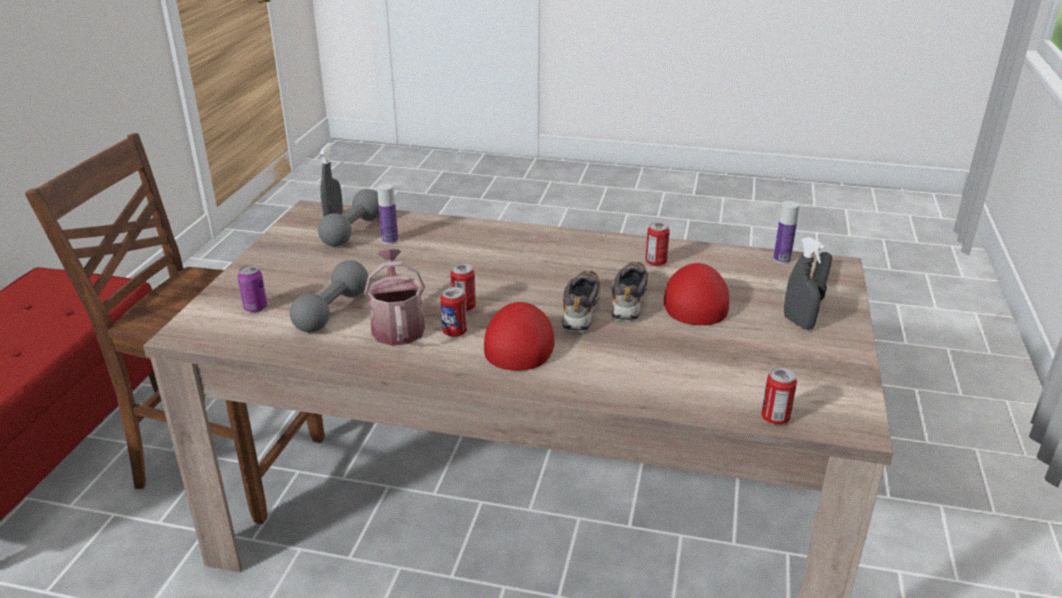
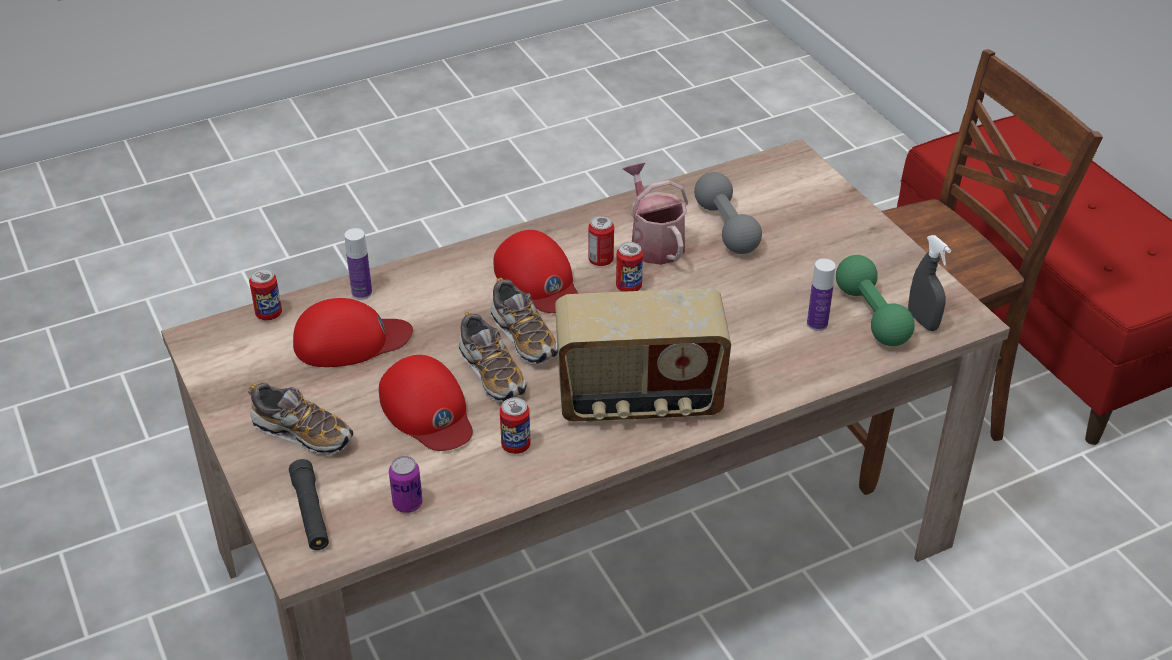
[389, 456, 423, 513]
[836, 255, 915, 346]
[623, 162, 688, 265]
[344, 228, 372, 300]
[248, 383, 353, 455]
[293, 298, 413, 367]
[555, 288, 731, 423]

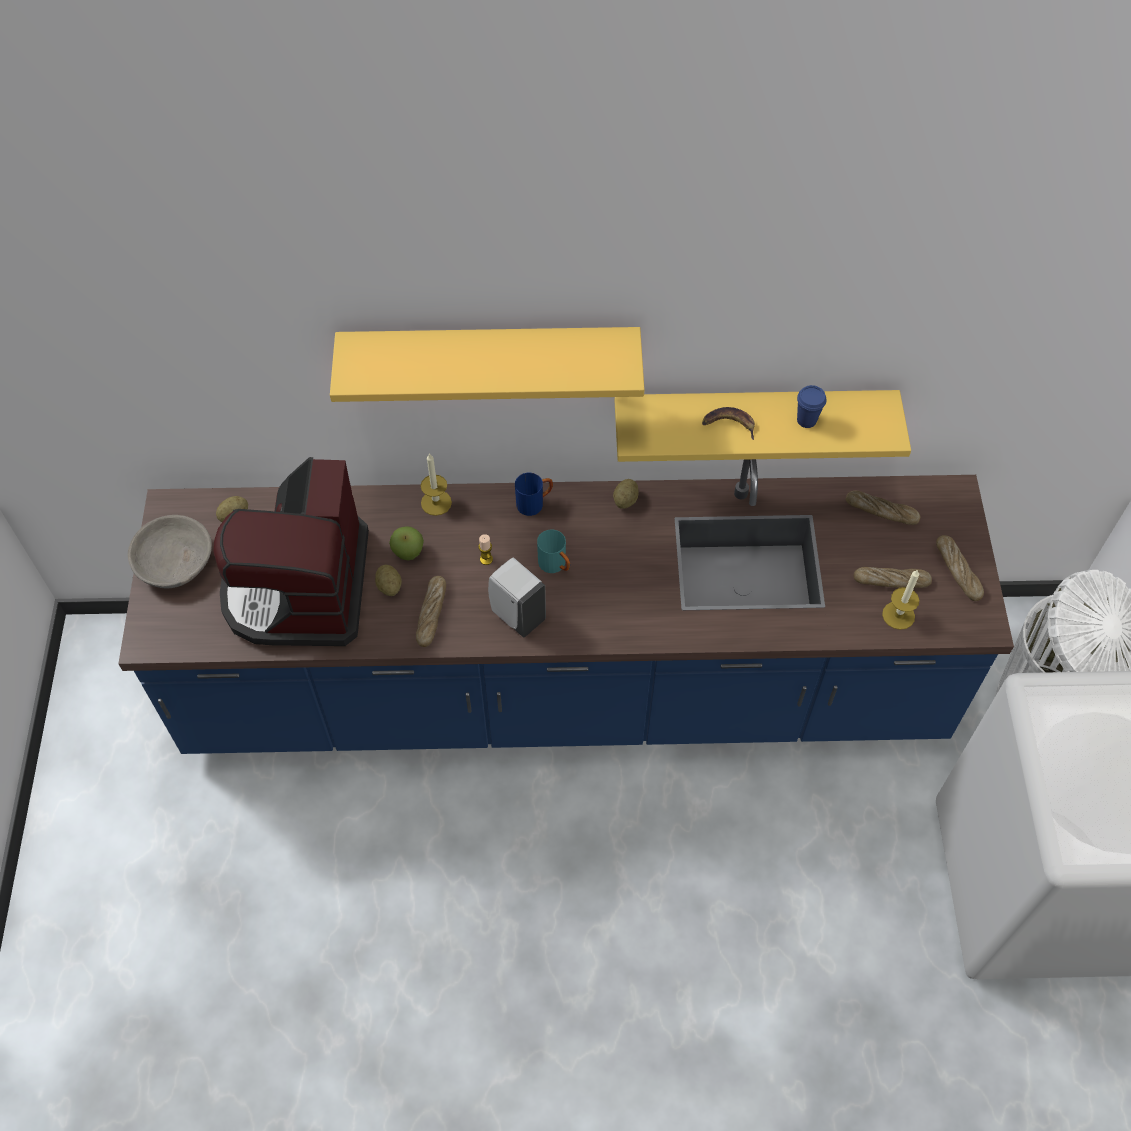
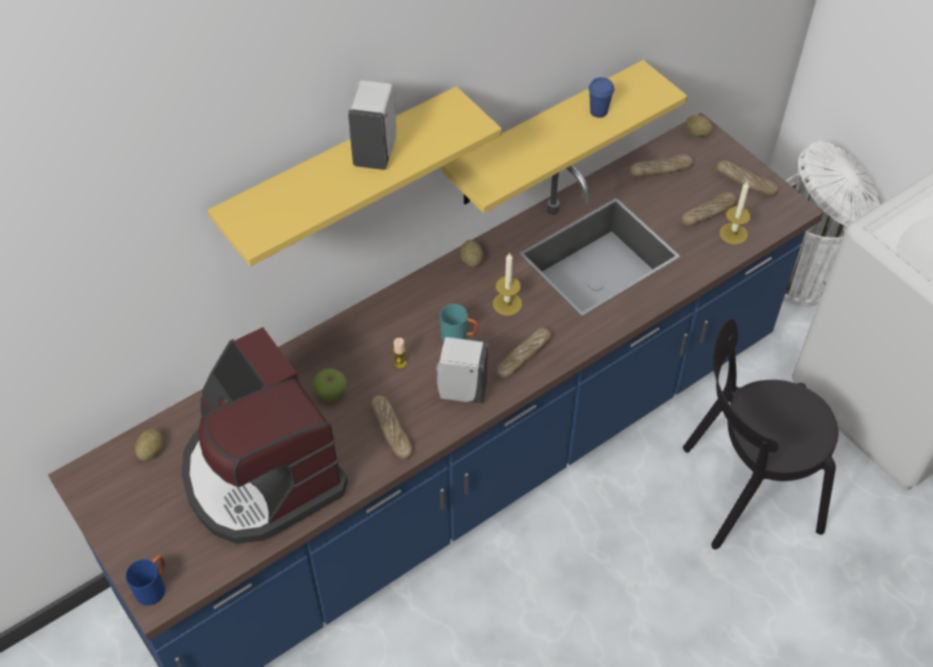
[128, 515, 212, 588] (first image)
[685, 115, 712, 137]
[493, 252, 522, 316]
[125, 555, 165, 606]
[702, 407, 755, 440] (first image)
[348, 80, 396, 170]
[496, 328, 551, 379]
[683, 318, 839, 550]

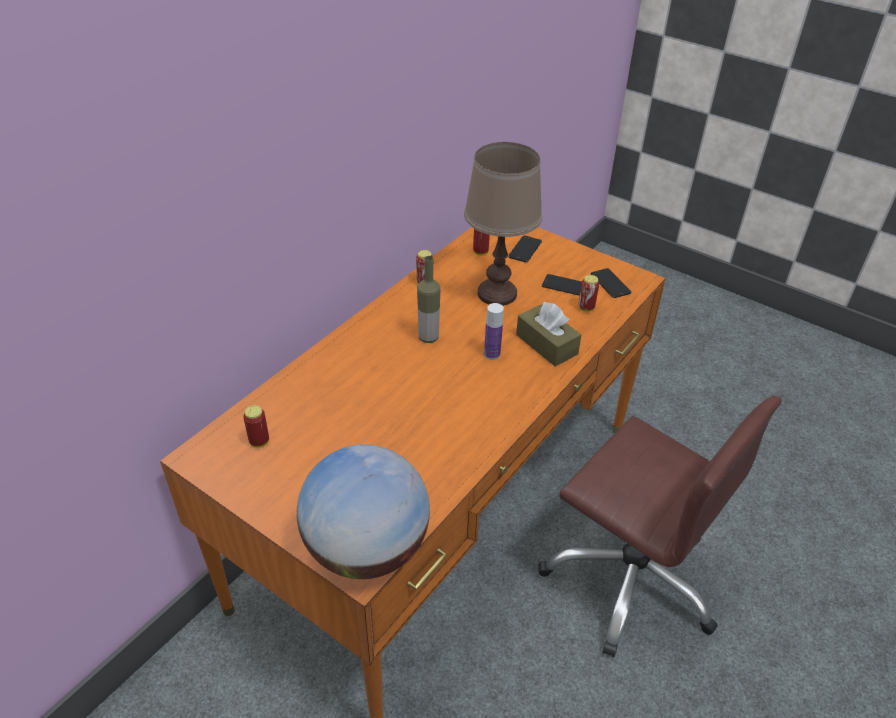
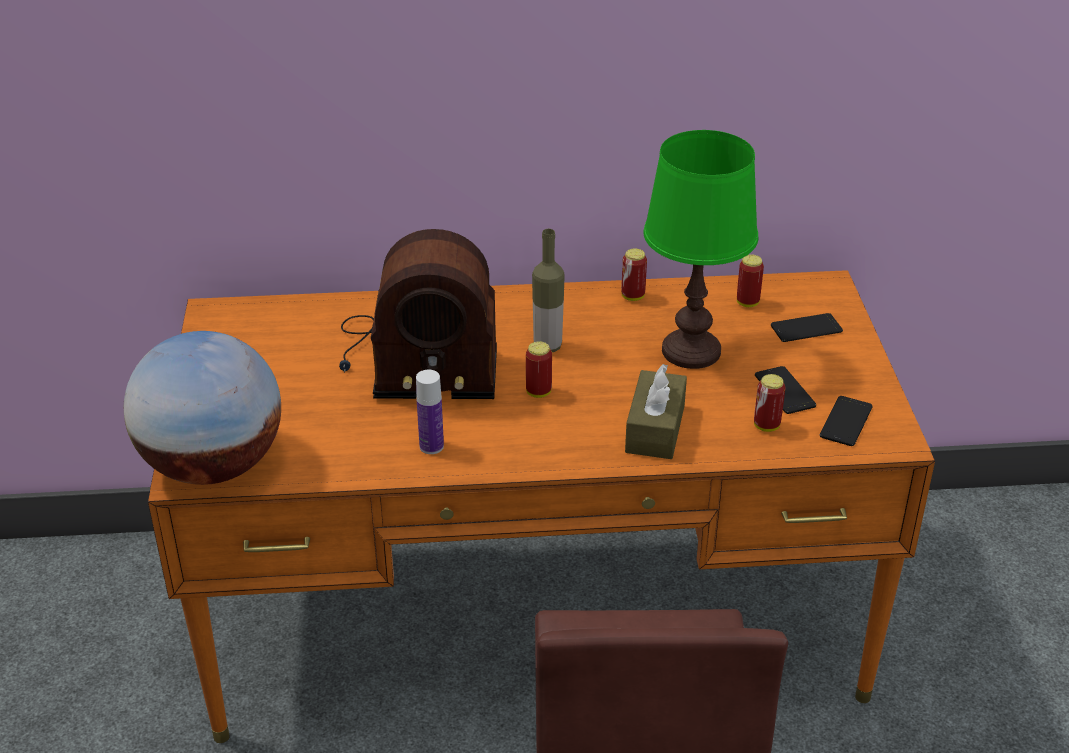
[526, 341, 552, 398]
[644, 130, 758, 369]
[416, 370, 444, 454]
[339, 229, 497, 399]

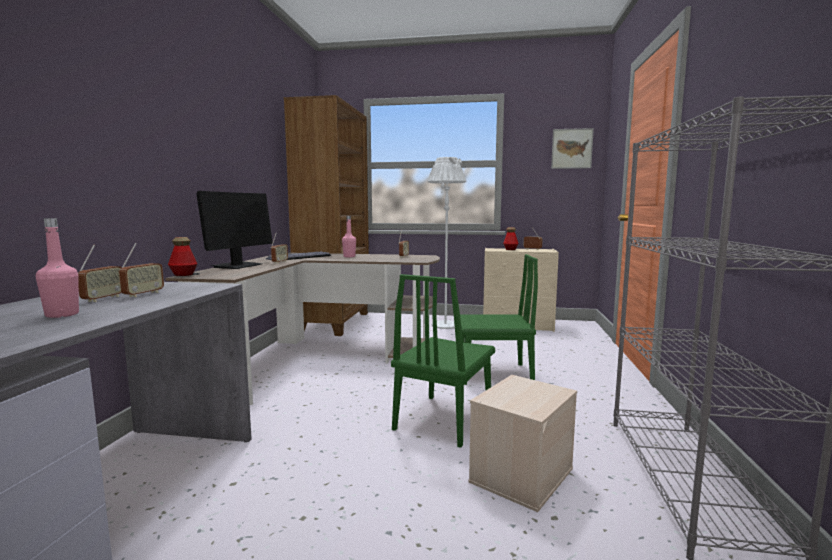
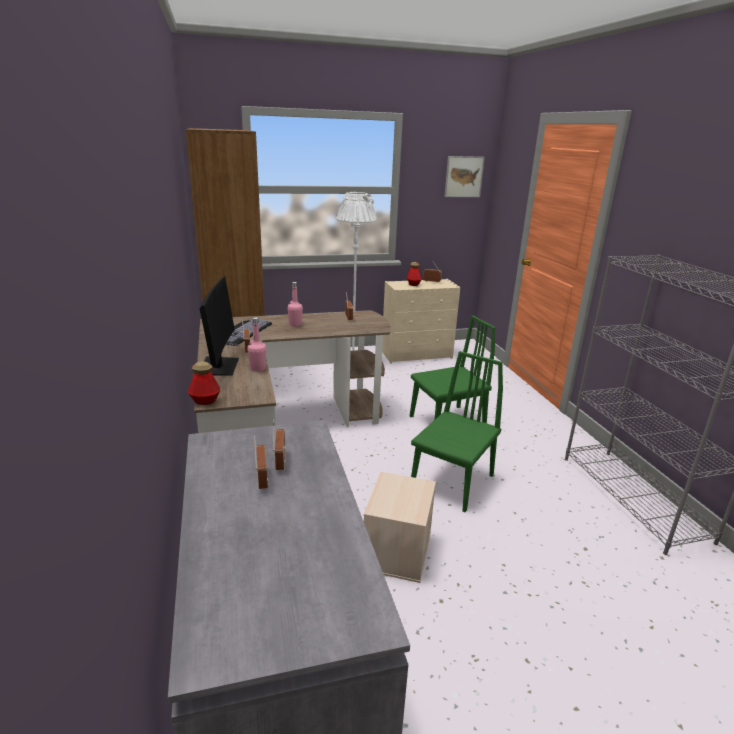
[247, 317, 266, 371]
[411, 351, 503, 512]
[364, 472, 436, 583]

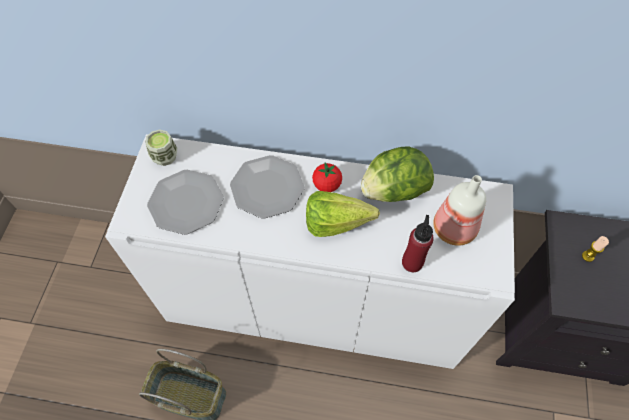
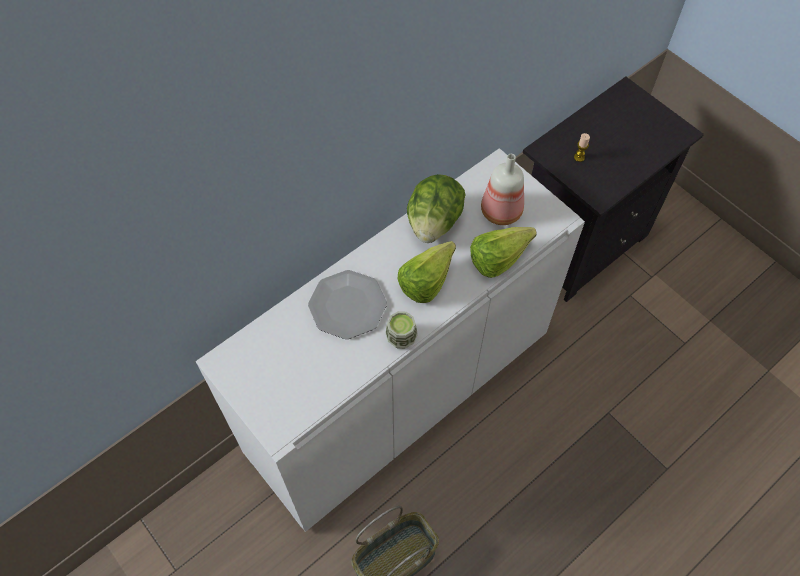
[386, 311, 418, 349]
[147, 170, 224, 235] (first image)
[312, 162, 342, 192] (first image)
[470, 227, 537, 278]

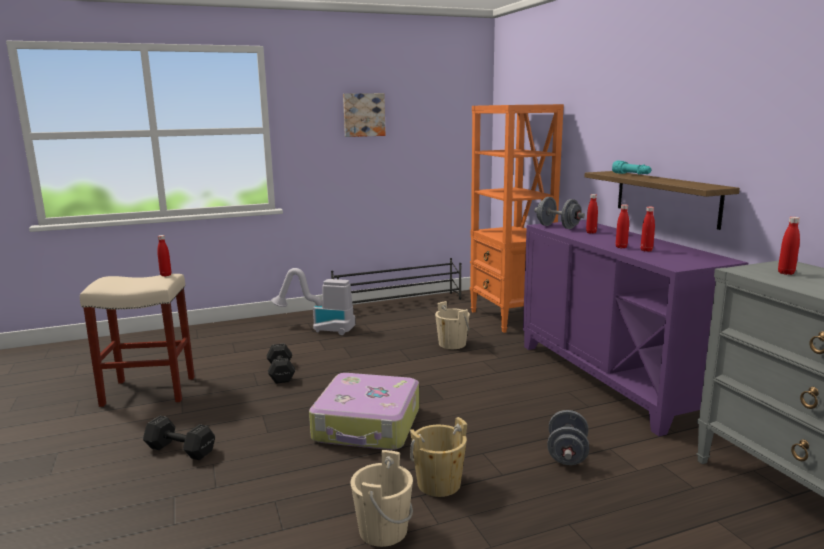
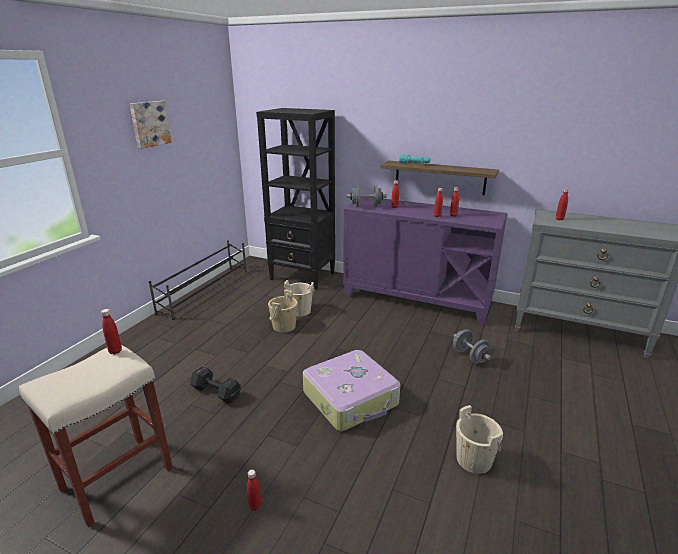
[247, 470, 262, 511]
[271, 268, 355, 335] (first image)
[268, 290, 298, 333]
[256, 108, 335, 290]

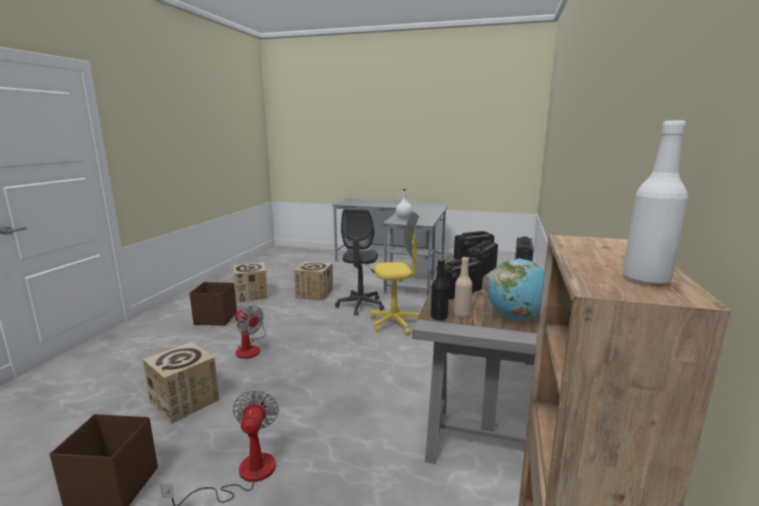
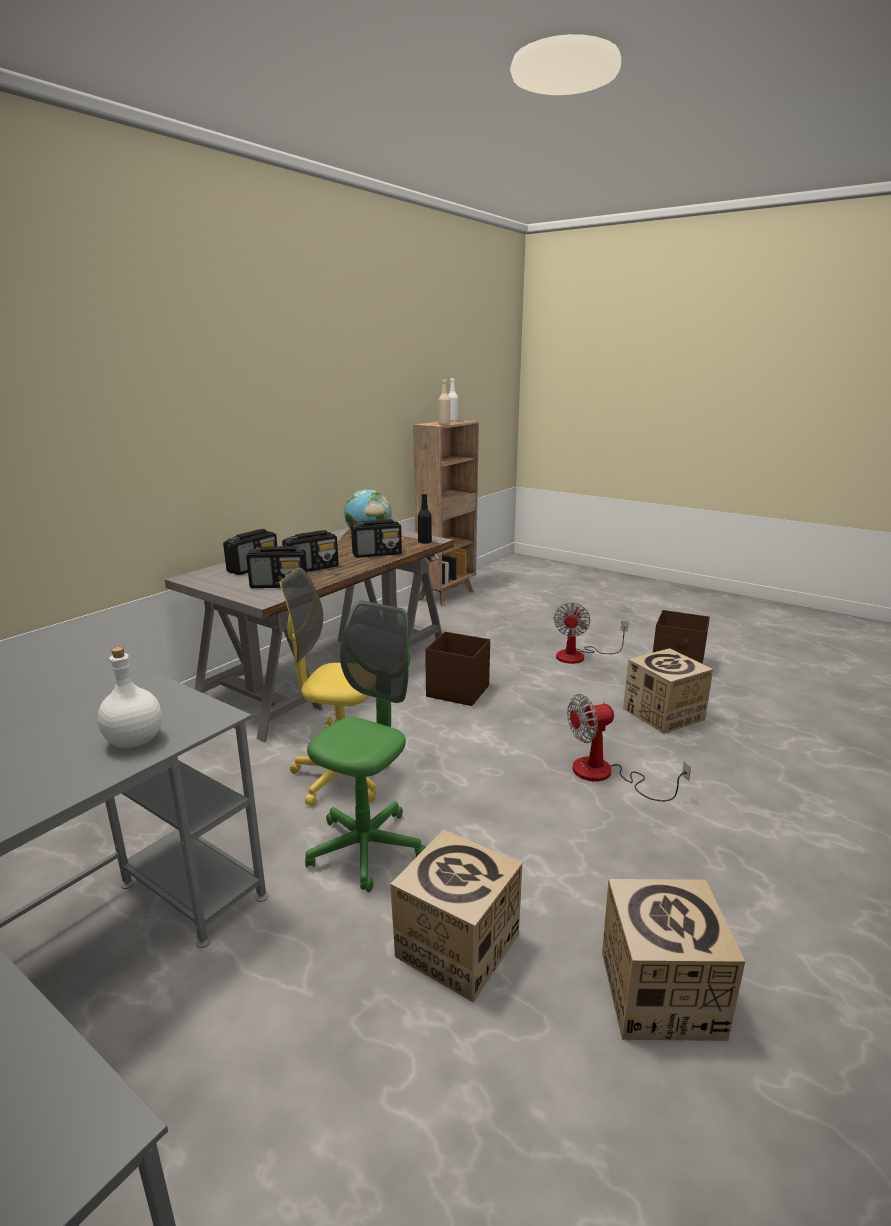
[425, 632, 490, 706]
[567, 694, 691, 801]
[305, 600, 426, 892]
[438, 379, 450, 424]

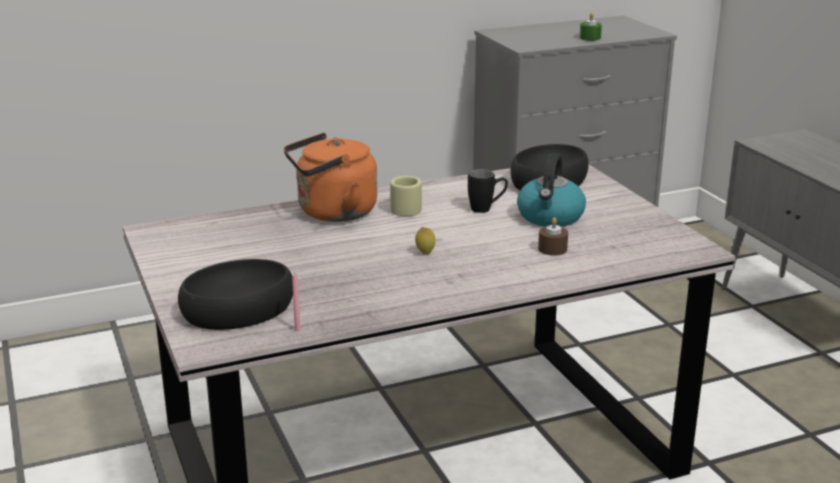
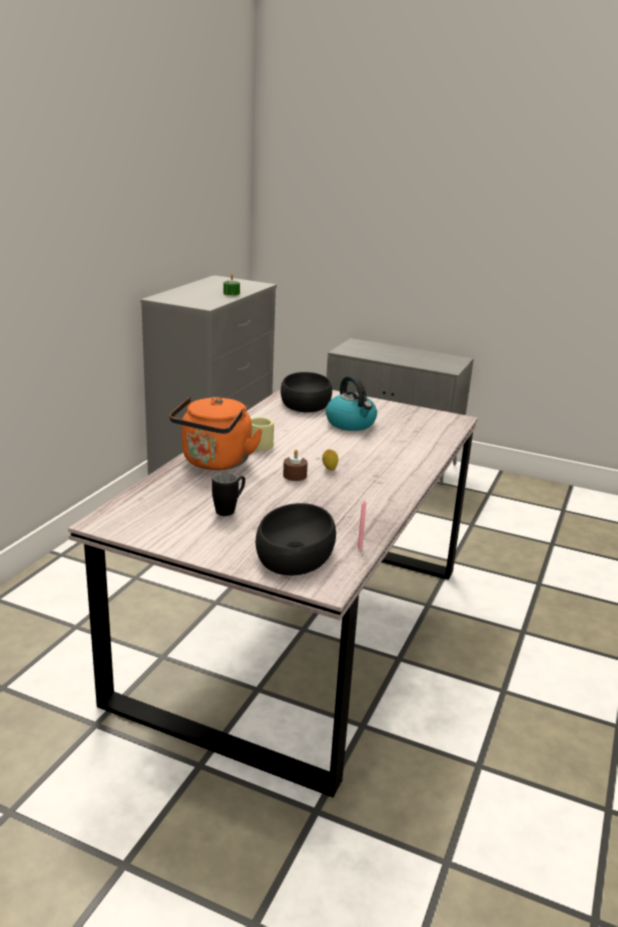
[212, 473, 245, 516]
[283, 450, 308, 481]

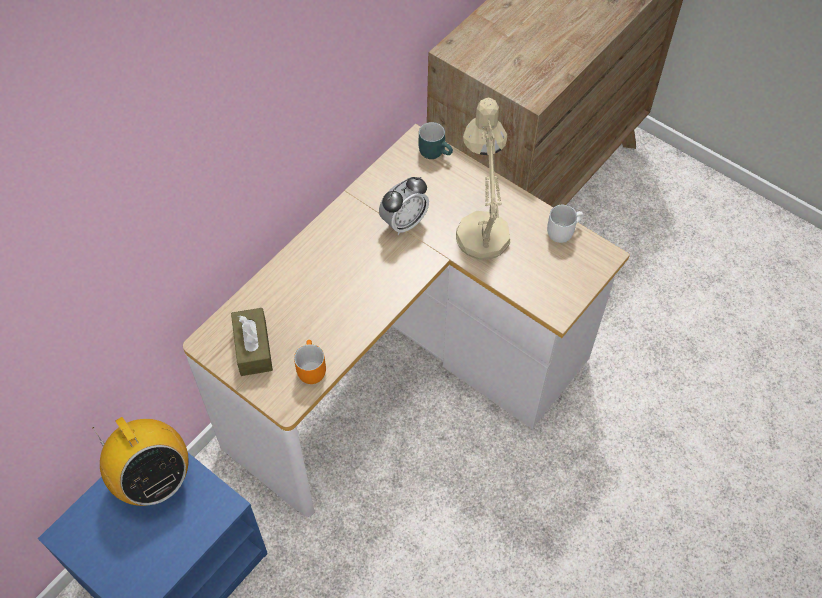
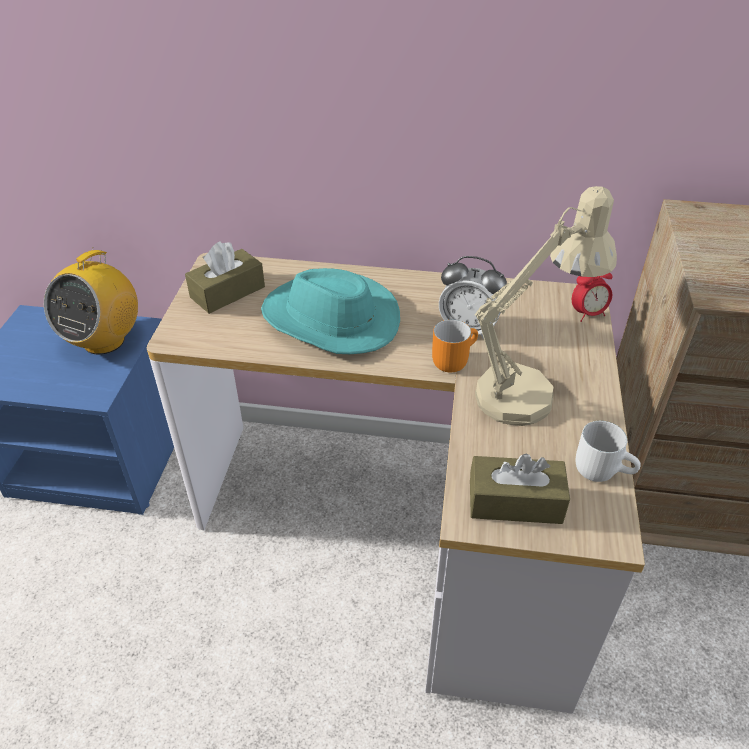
[432, 319, 478, 372]
[572, 273, 612, 322]
[261, 268, 400, 354]
[470, 453, 570, 524]

